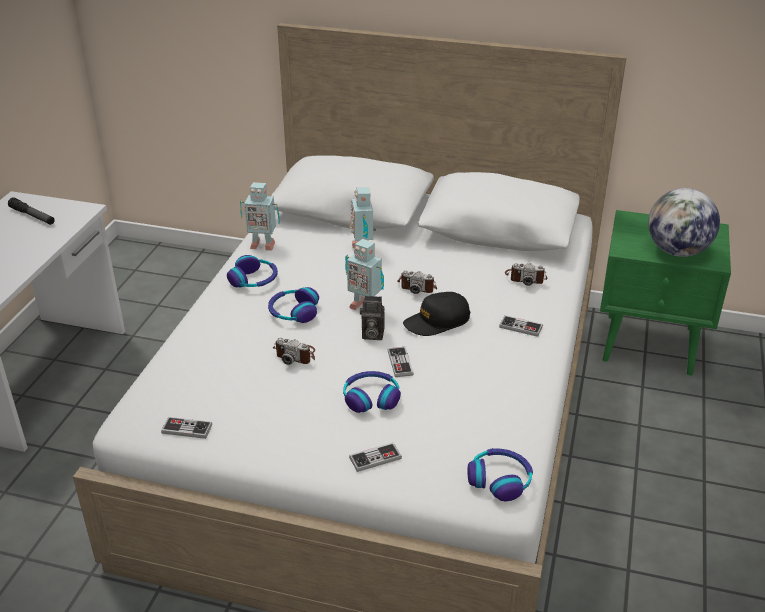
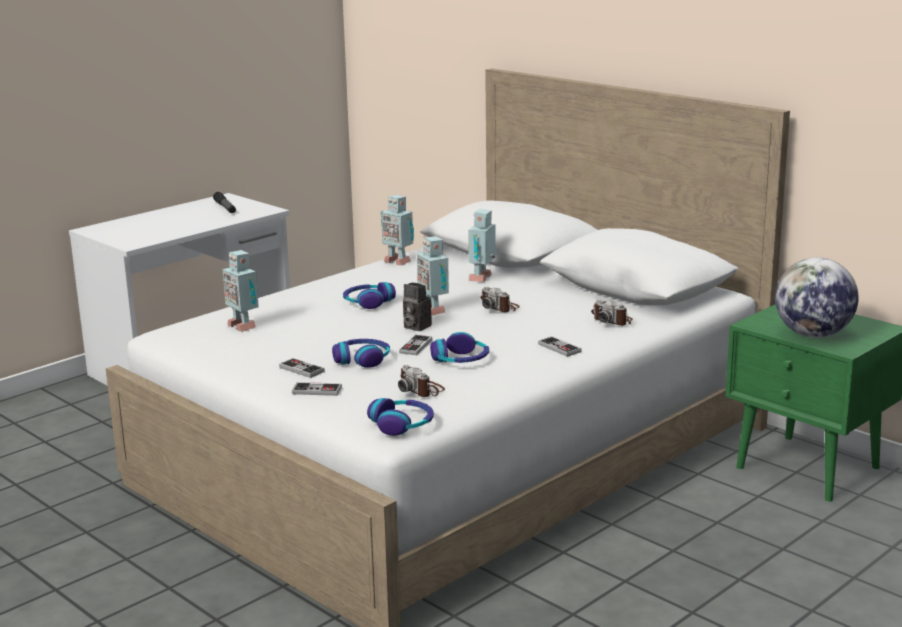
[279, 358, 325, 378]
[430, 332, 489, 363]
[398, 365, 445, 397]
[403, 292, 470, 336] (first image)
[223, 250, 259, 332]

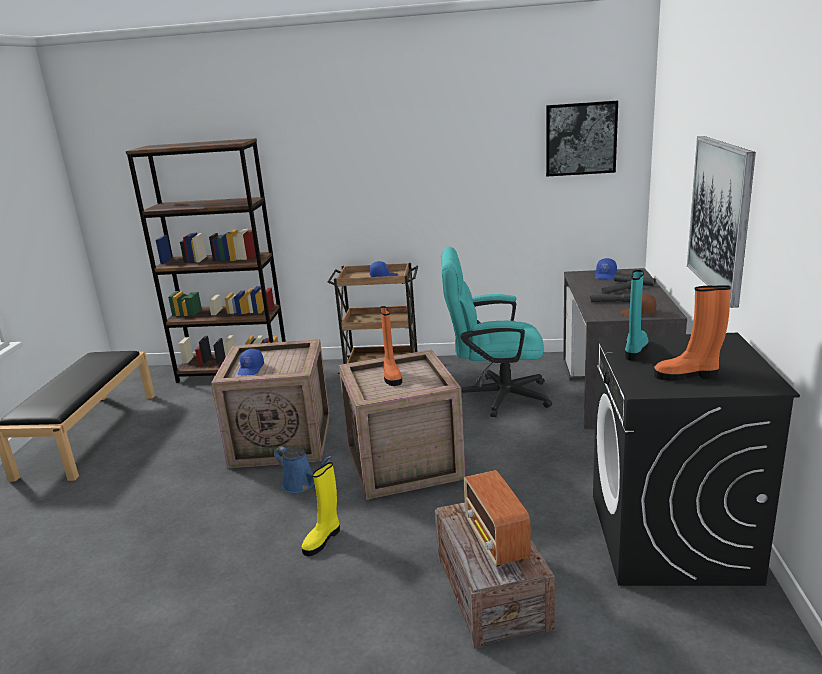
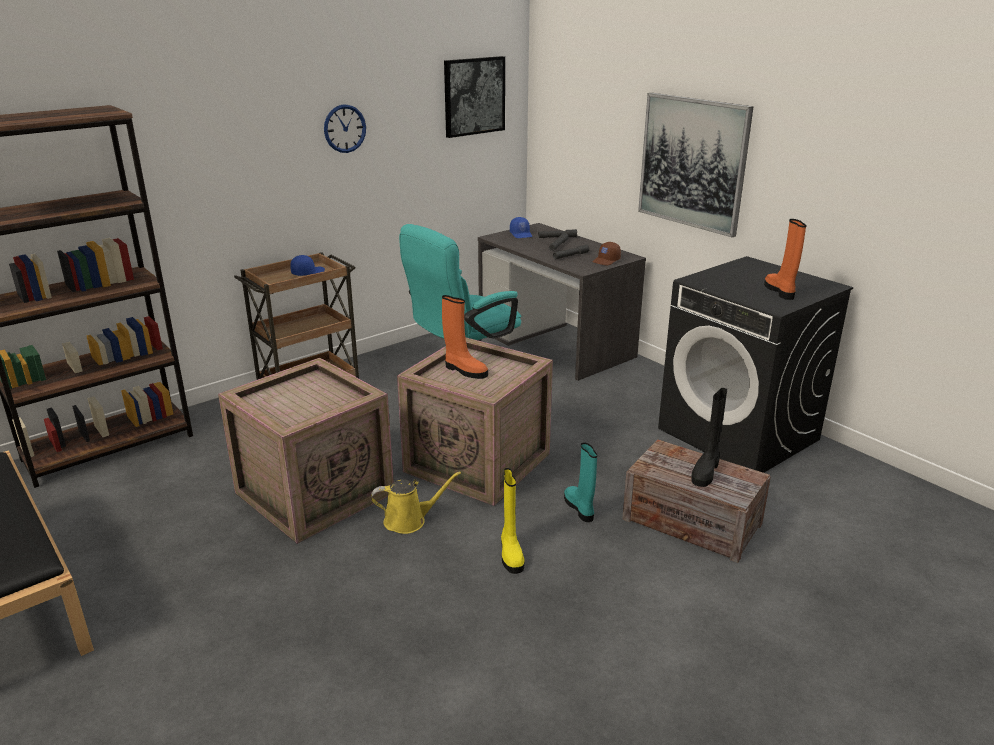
[237, 349, 264, 375] (first image)
[371, 472, 461, 534]
[691, 388, 727, 487]
[564, 443, 597, 522]
[764, 219, 806, 300]
[324, 104, 366, 153]

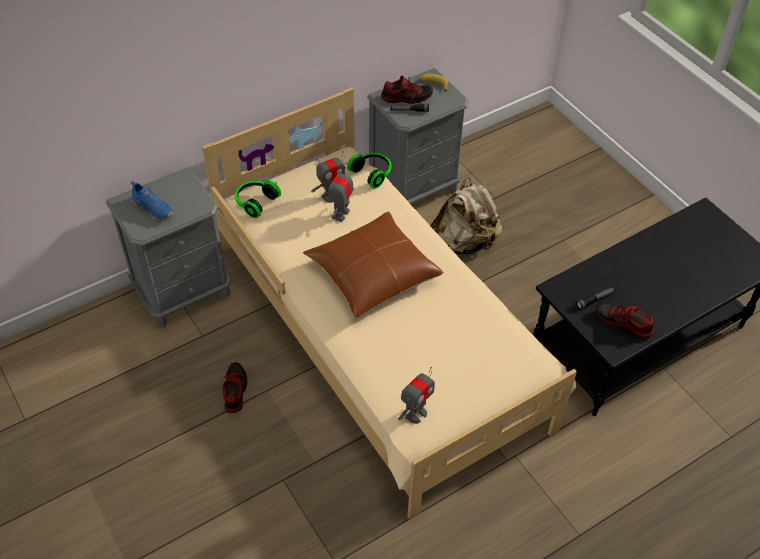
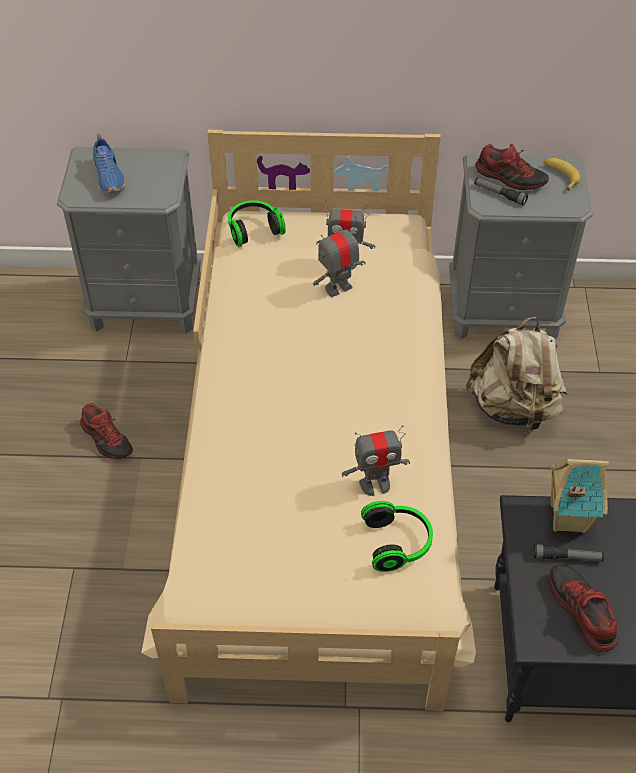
[80, 403, 133, 459]
[303, 212, 444, 318] (first image)
[361, 501, 433, 572]
[342, 425, 410, 496]
[550, 459, 609, 534]

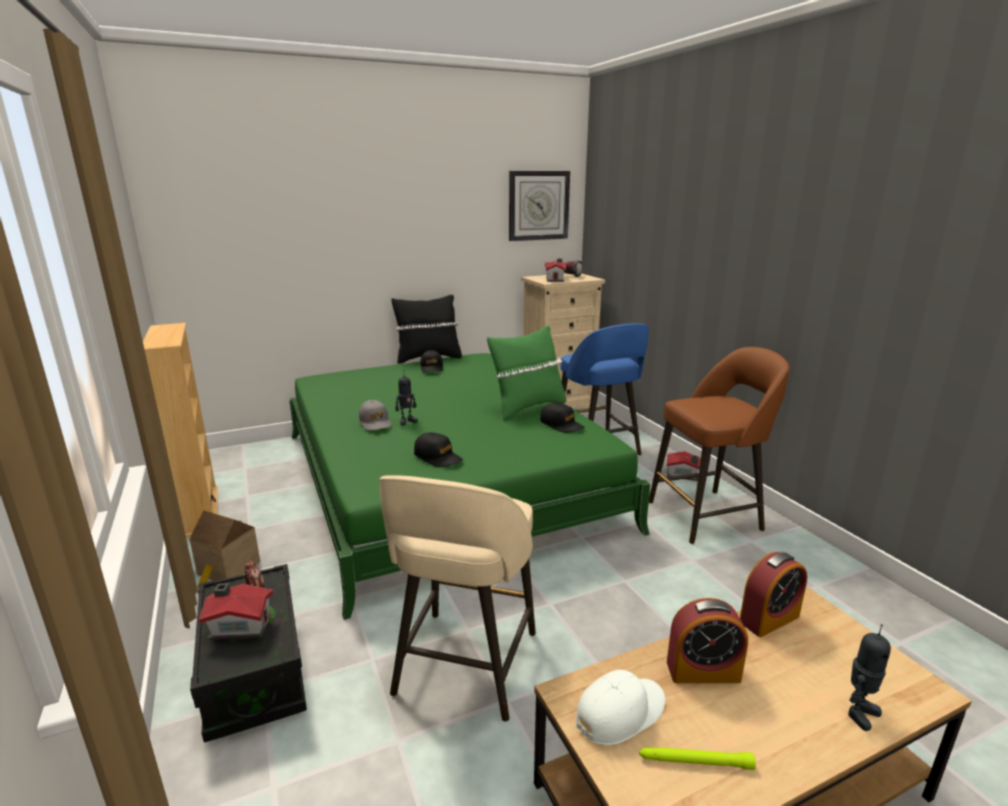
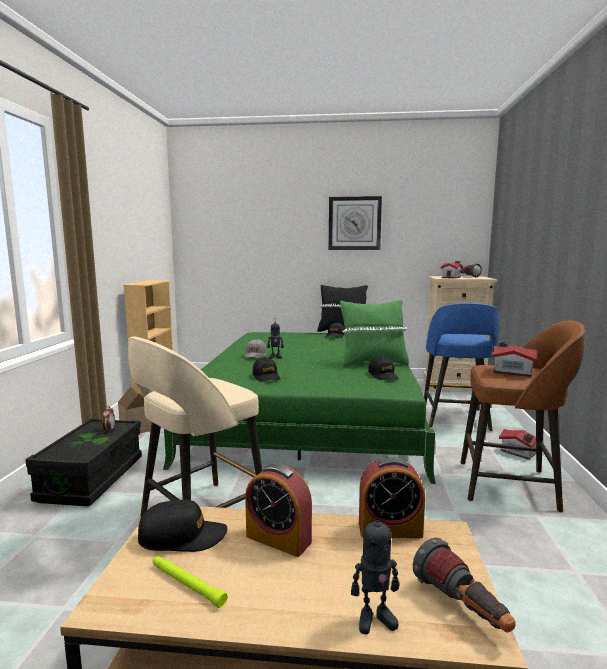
[492, 341, 537, 377]
[329, 196, 382, 250]
[138, 500, 227, 552]
[413, 538, 516, 632]

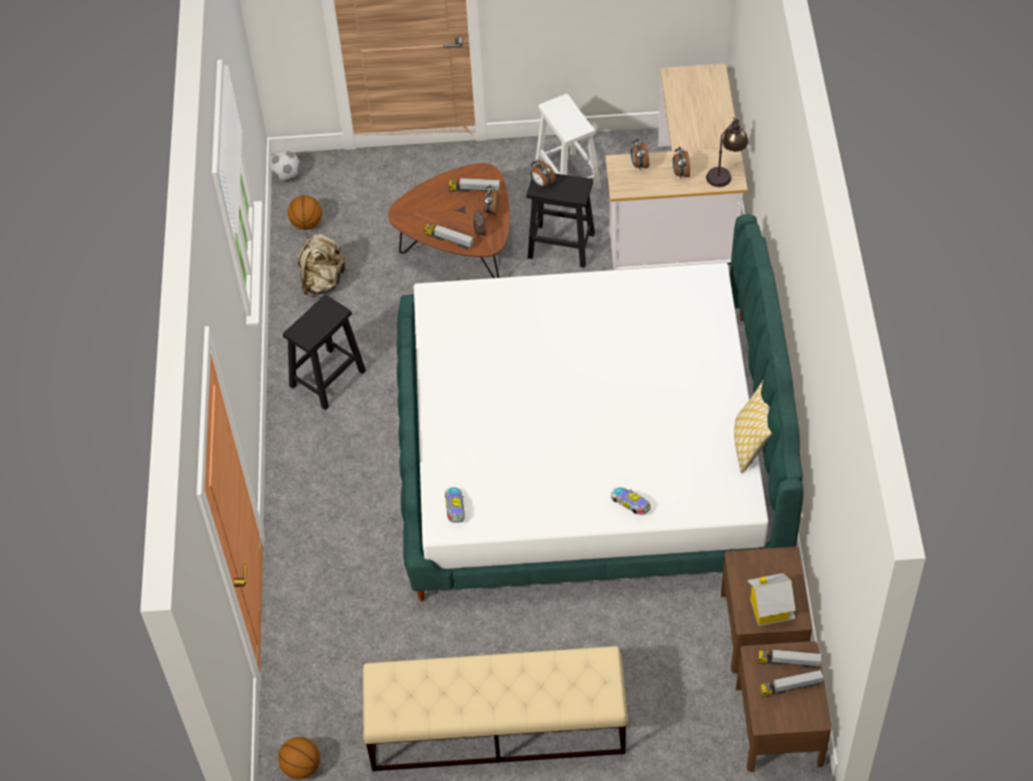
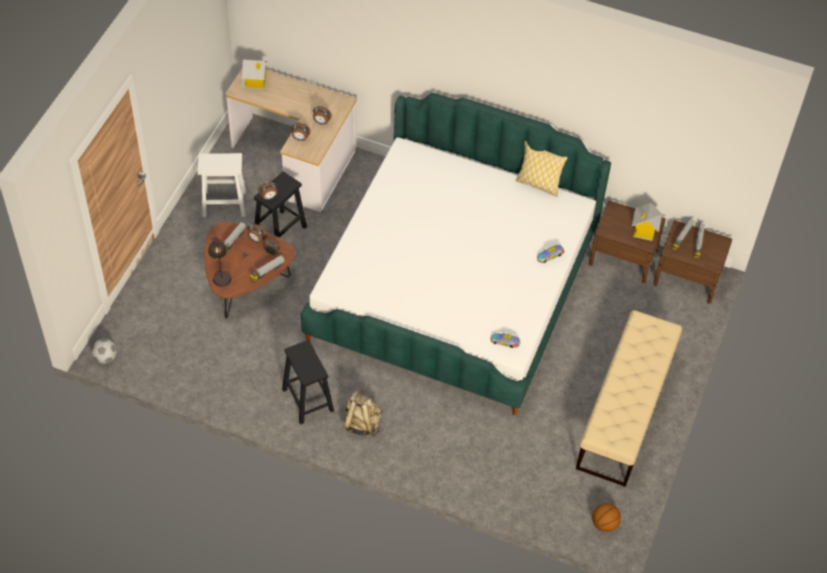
[288, 195, 322, 230] (first image)
[343, 391, 382, 436]
[208, 236, 231, 287]
[241, 60, 268, 90]

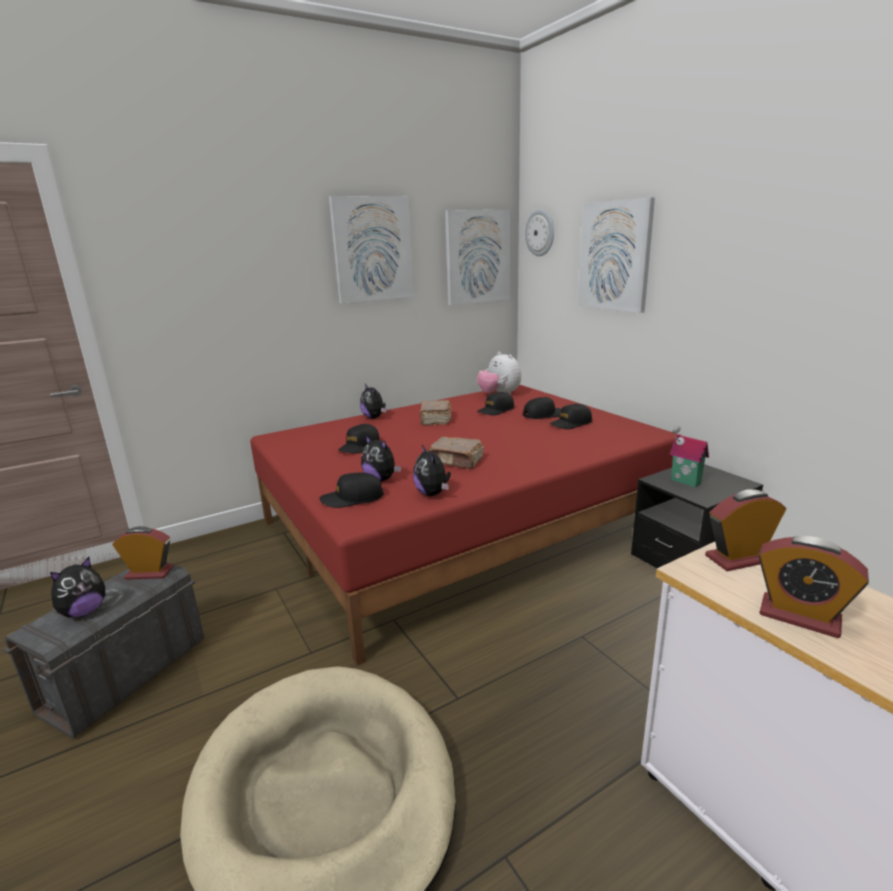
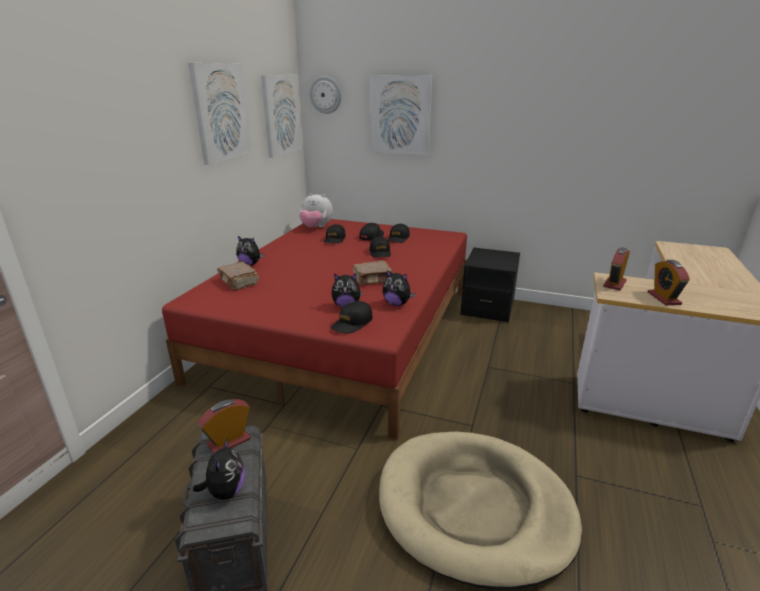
[370, 236, 391, 258]
[217, 262, 259, 290]
[670, 426, 709, 488] (first image)
[648, 260, 690, 305]

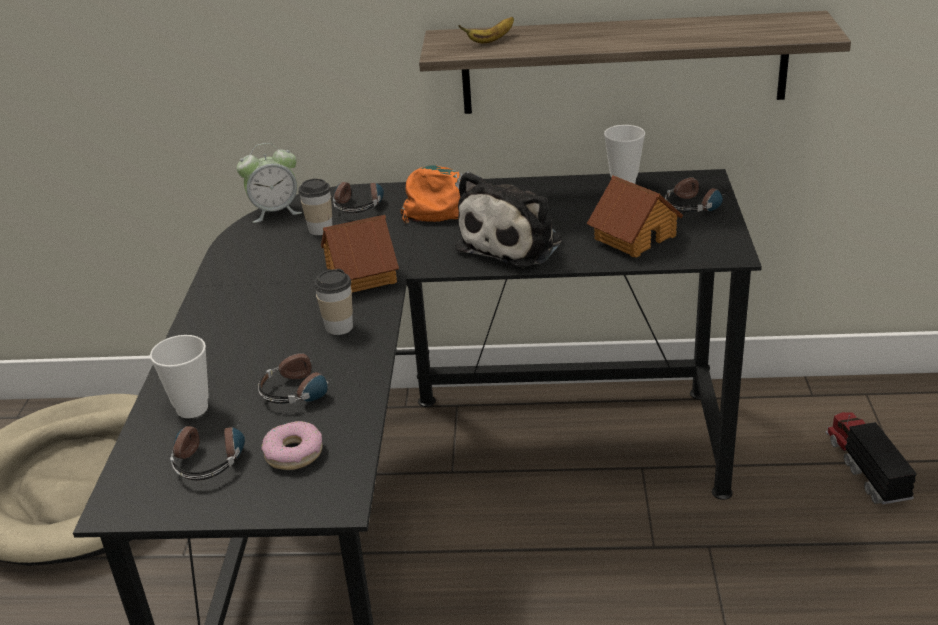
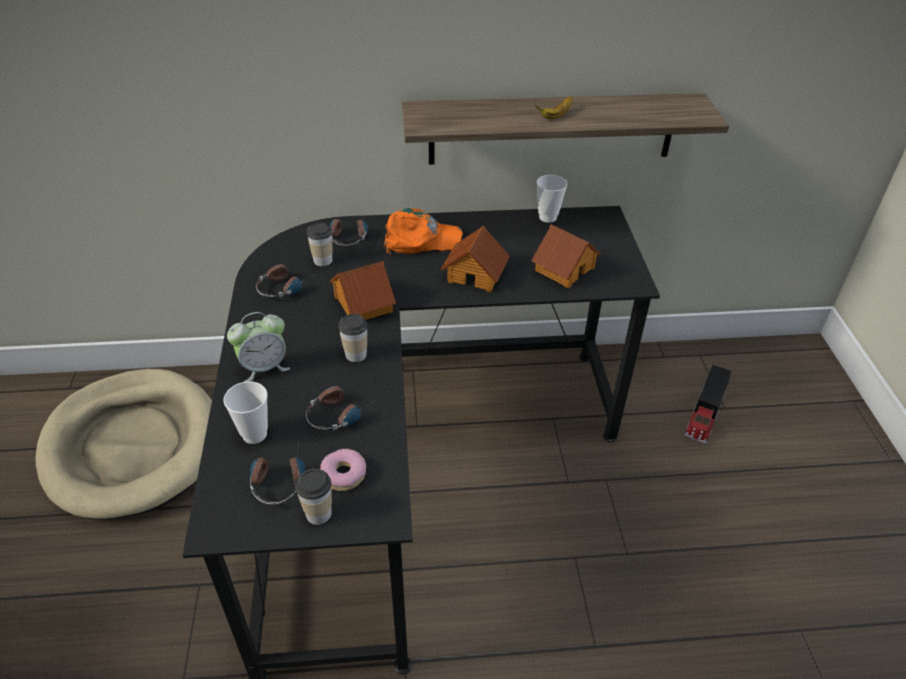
[227, 312, 290, 382]
[441, 226, 510, 292]
[535, 96, 572, 119]
[256, 264, 314, 298]
[684, 365, 732, 444]
[295, 469, 332, 525]

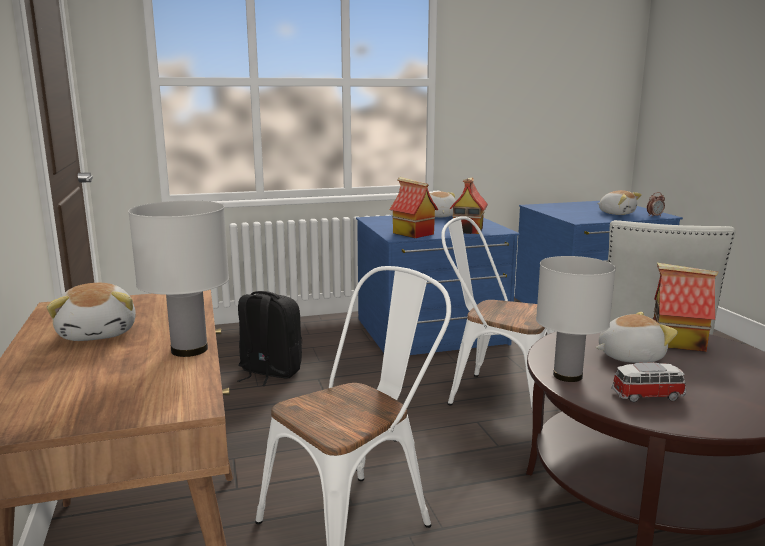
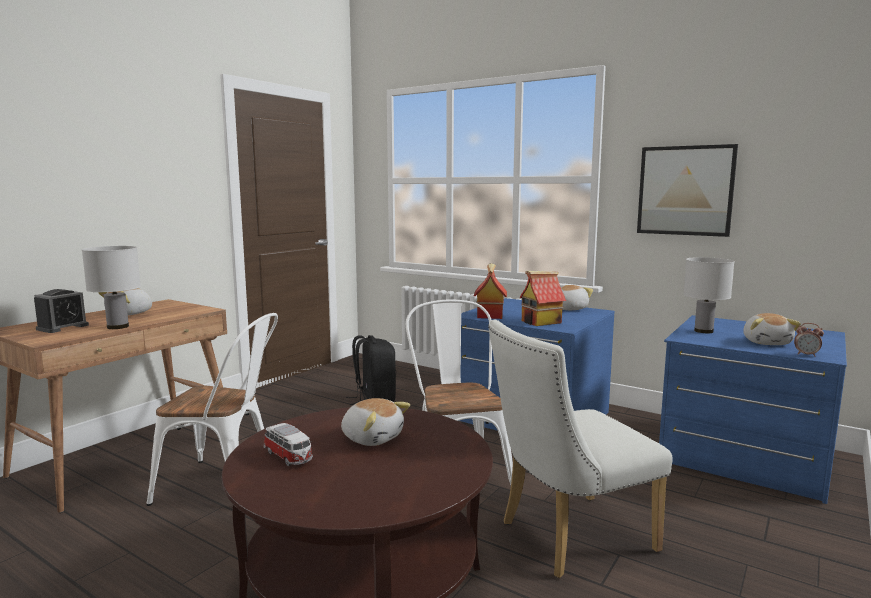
[683, 257, 735, 333]
[653, 263, 719, 352] (first image)
[34, 289, 89, 333]
[637, 144, 738, 237]

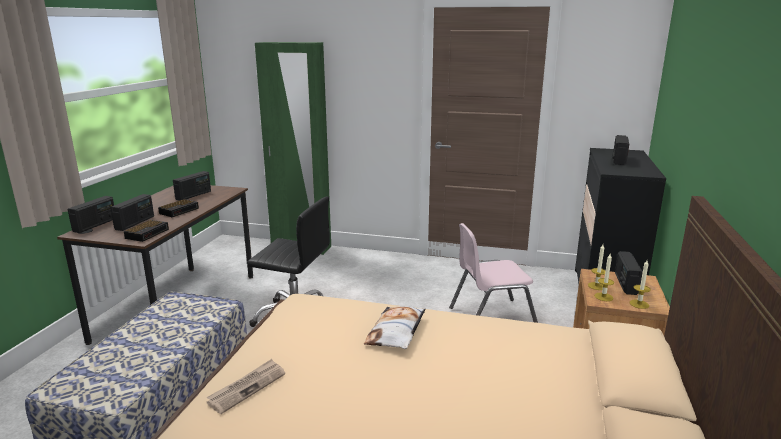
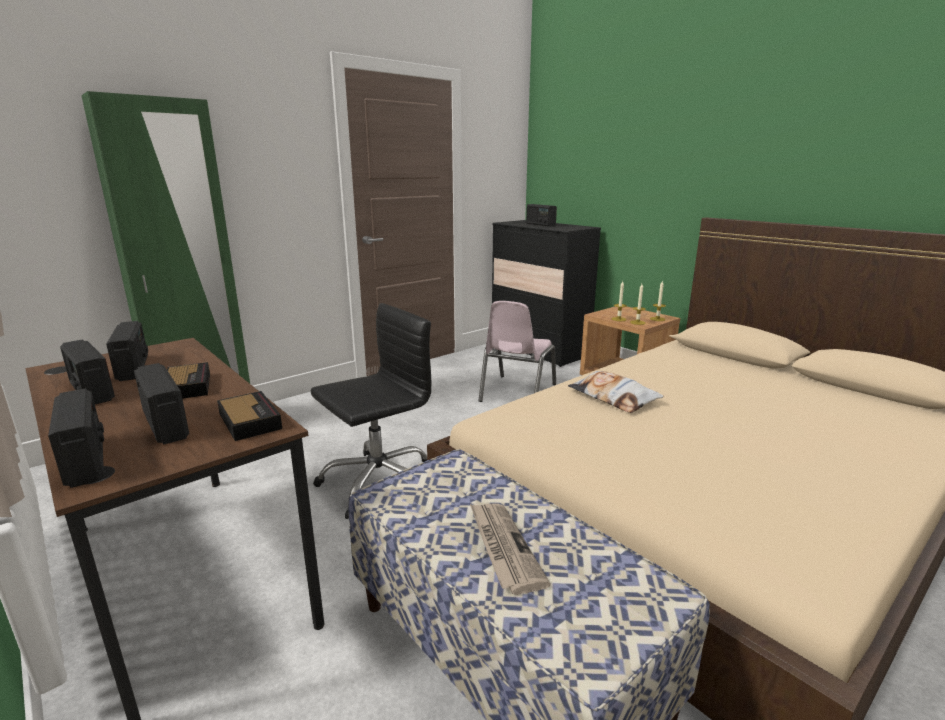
[470, 504, 550, 595]
[60, 340, 115, 404]

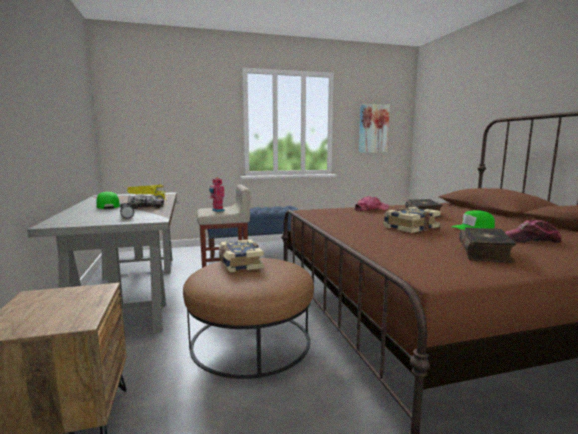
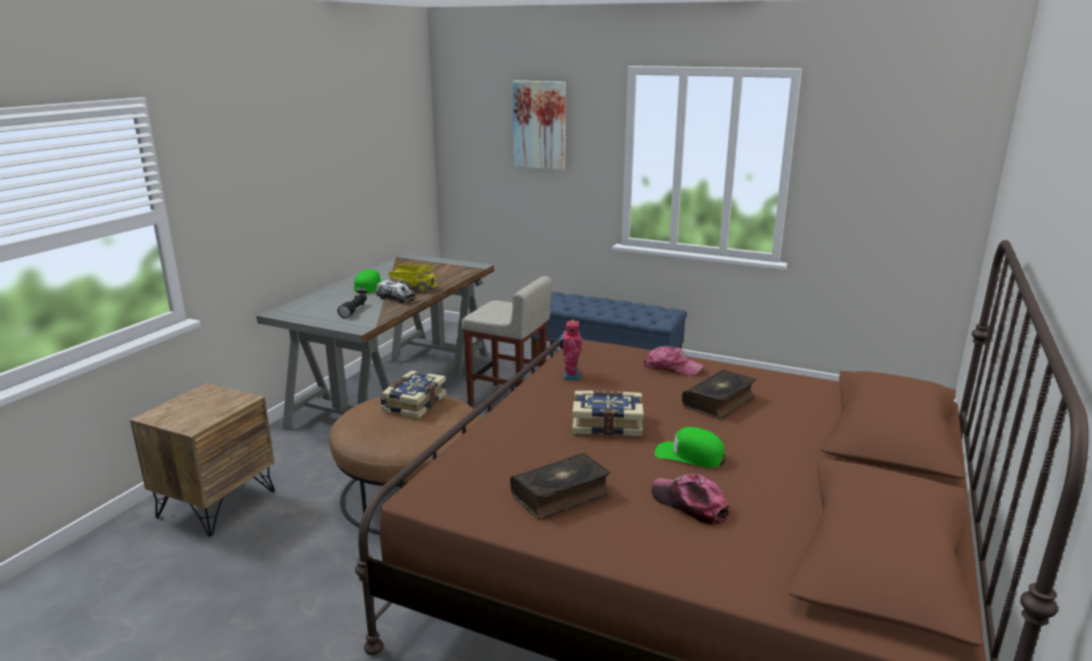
[559, 320, 582, 380]
[513, 81, 566, 170]

